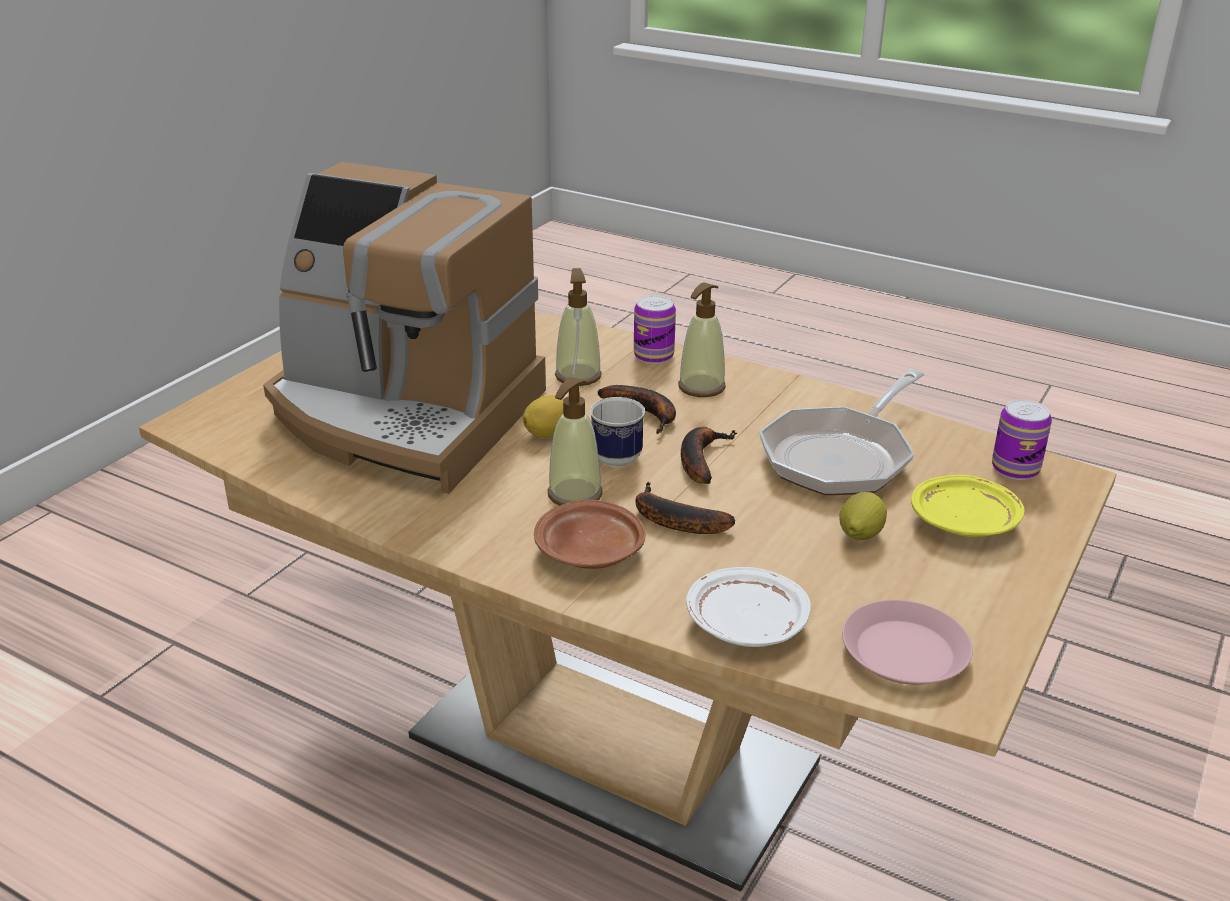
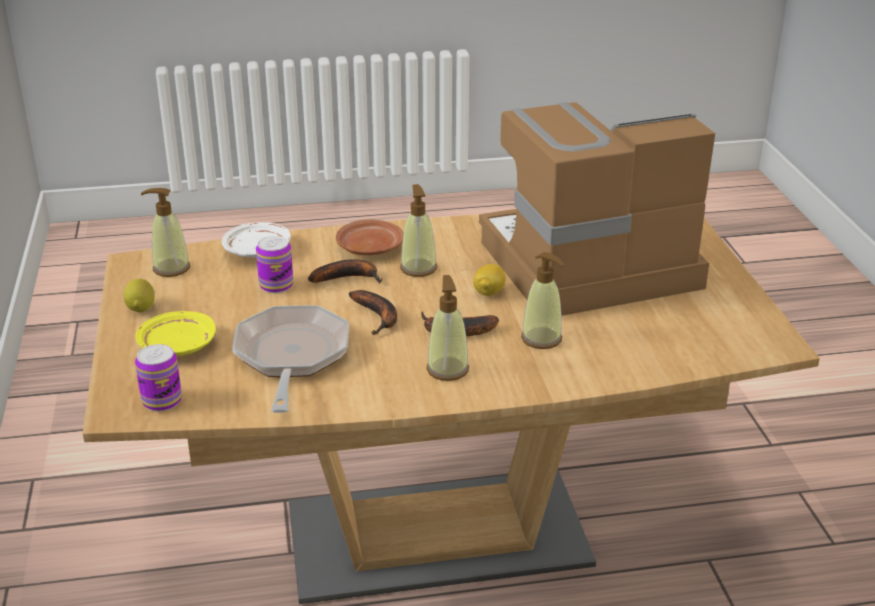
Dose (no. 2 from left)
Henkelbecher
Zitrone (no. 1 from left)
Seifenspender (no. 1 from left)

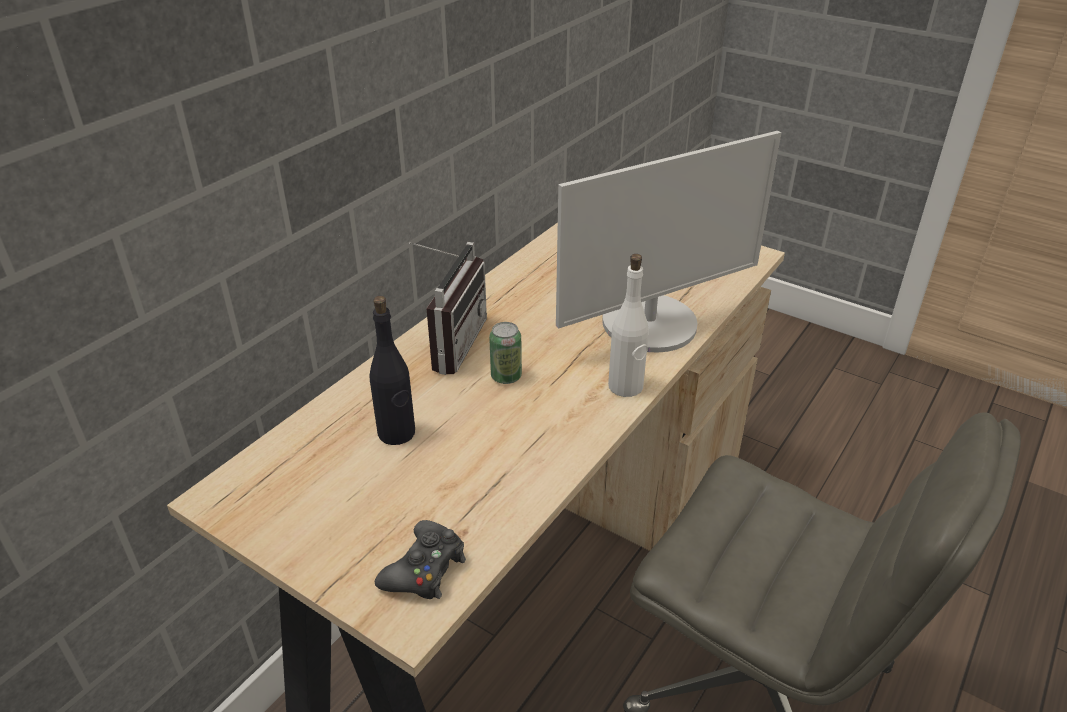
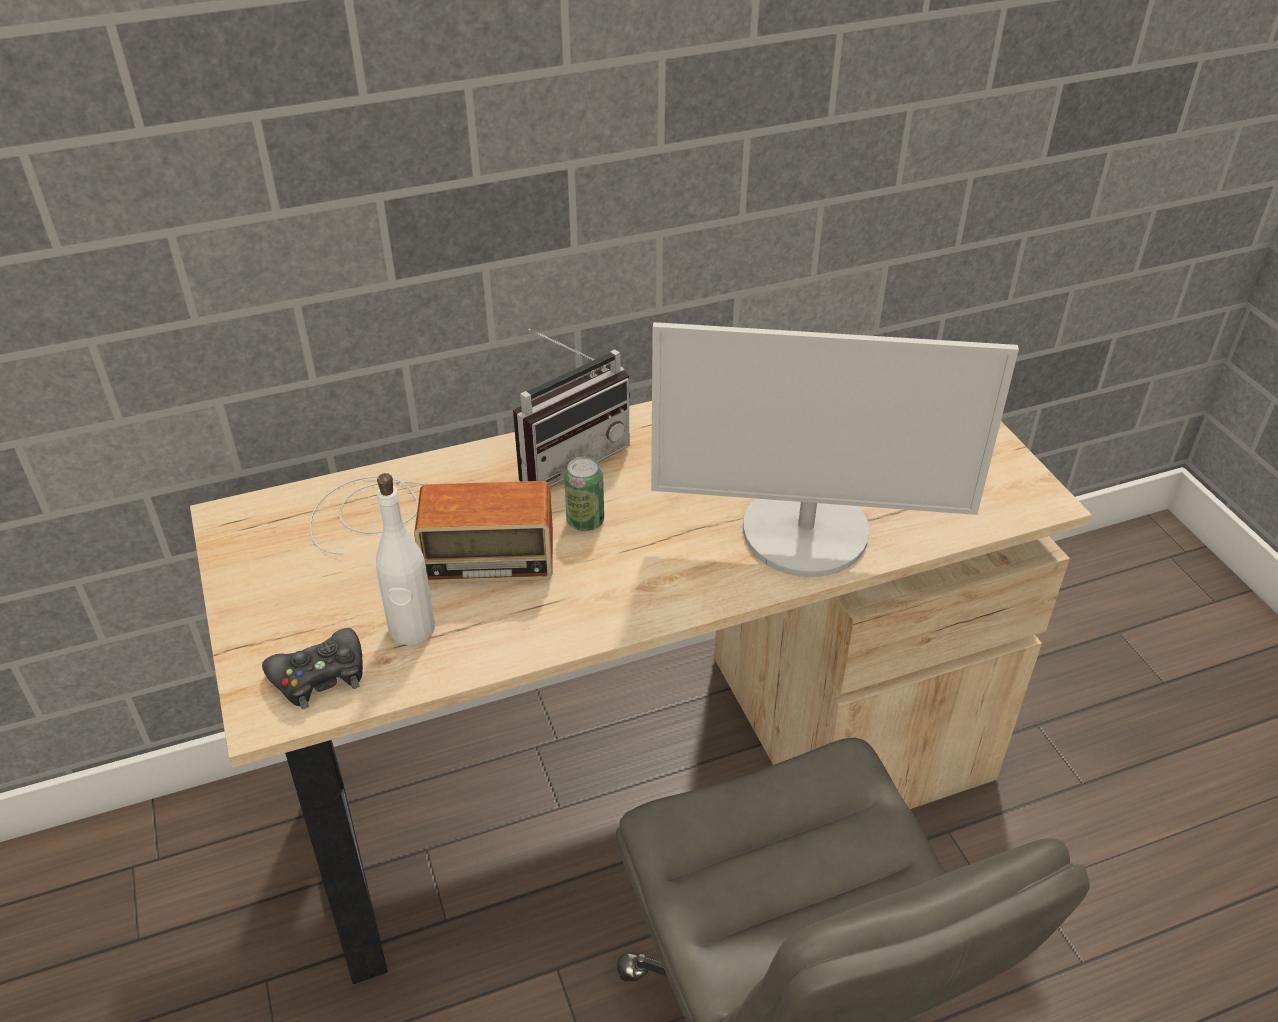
Flasche (weiß)
Radio (no. 1 from left)

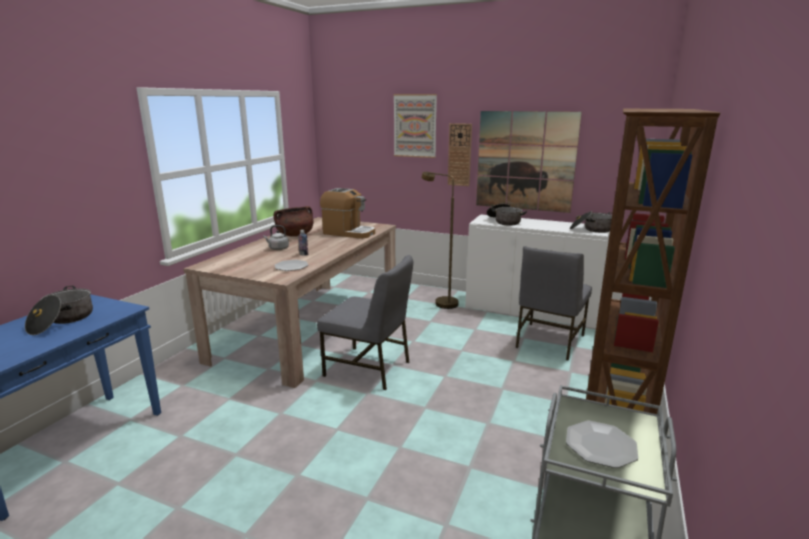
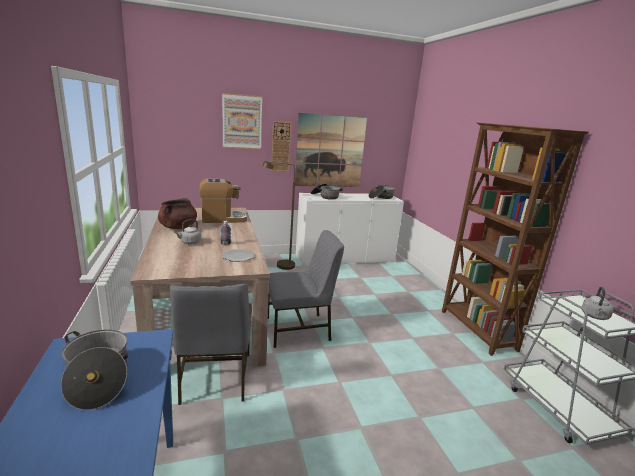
Stuhl (grau) (no. 1 from left)
Wasserkessel (grau) (no. 2 from left)

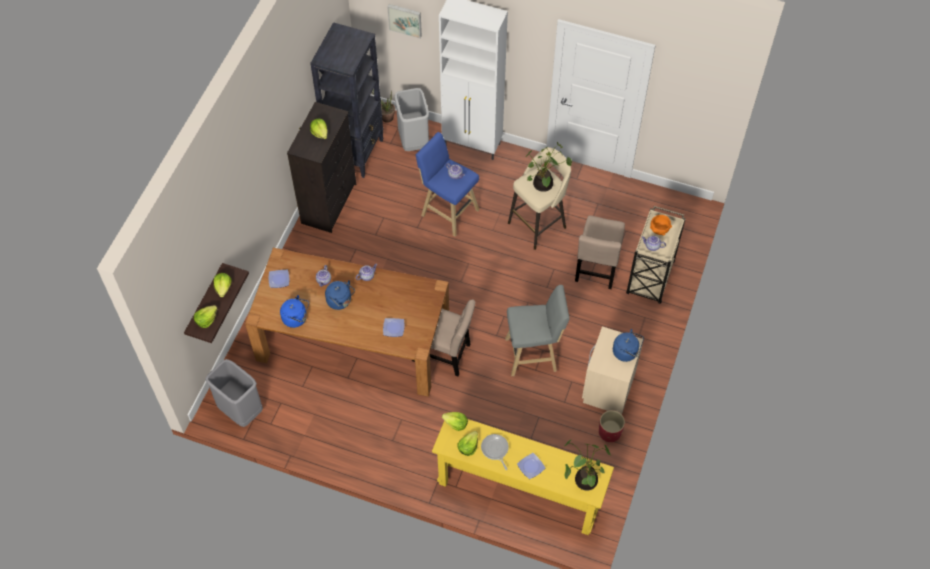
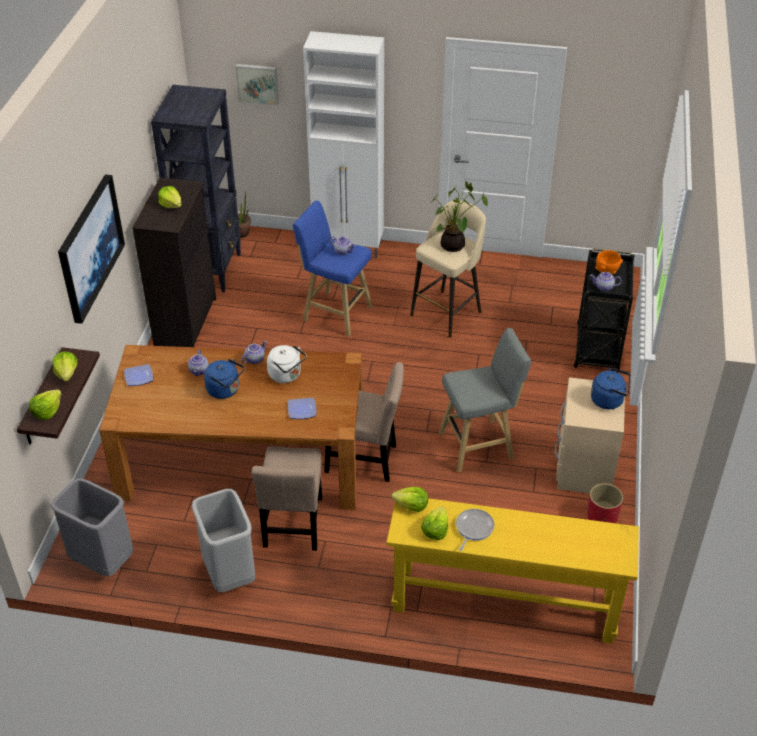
Mülleimer (grau) (no. 2 from left)
Rollwagen (schwarz)
Stuhl (beige) (no. 1 from left)
Wasserkessel (blau) (no. 1 from left in the first image)
Pfanne
Topfpflanze (no. 3 from left in the first image)
Teller (no. 3 from left in the first image)
Bild (no. 1 from left)
Wasserkessel (weiß)

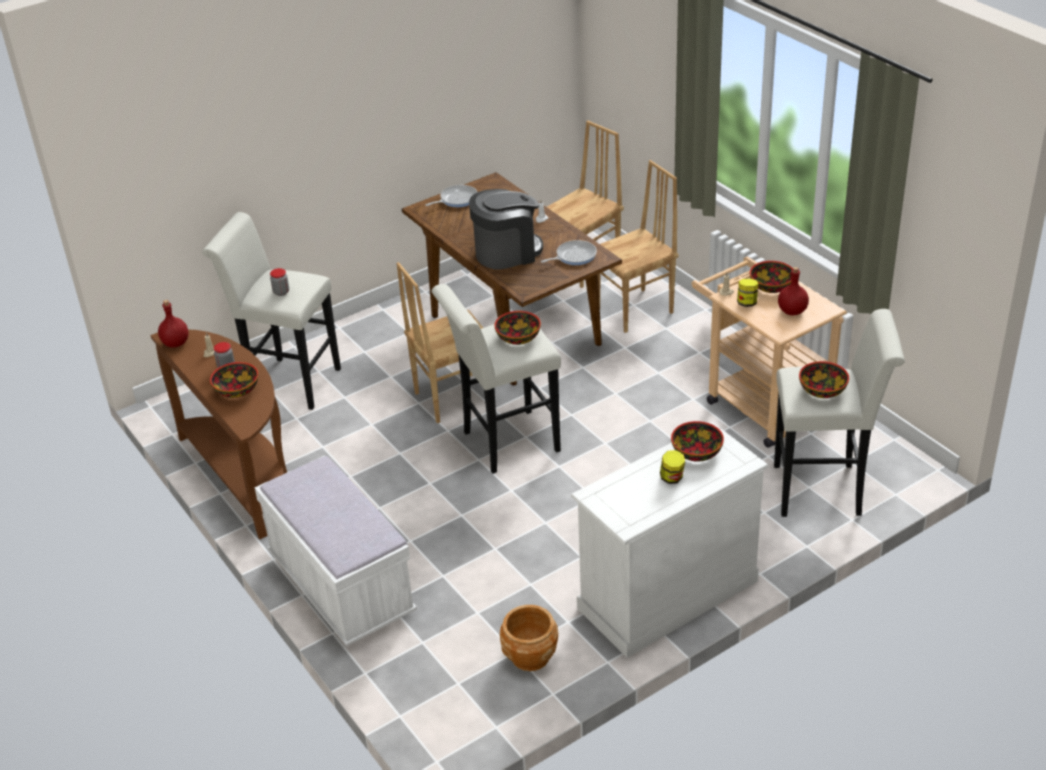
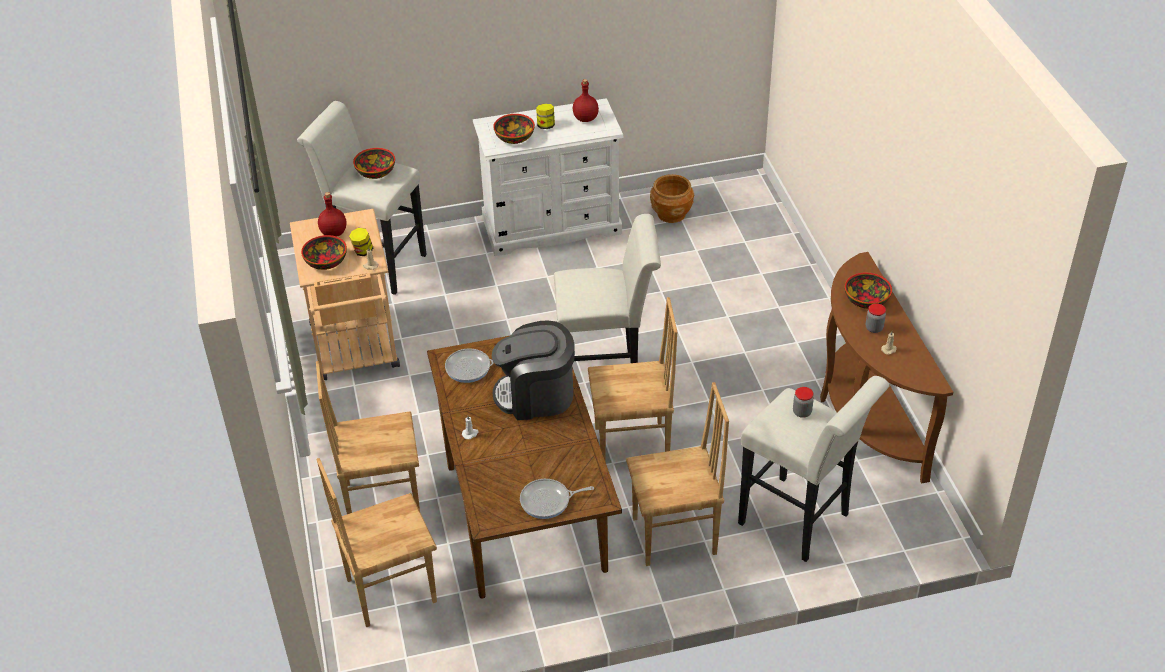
Flasche (rot) (no. 2 from left)
Schüssel (no. 2 from left in the first image)
Bank (weiß)
Stuhl (braun) (no. 4 from left)

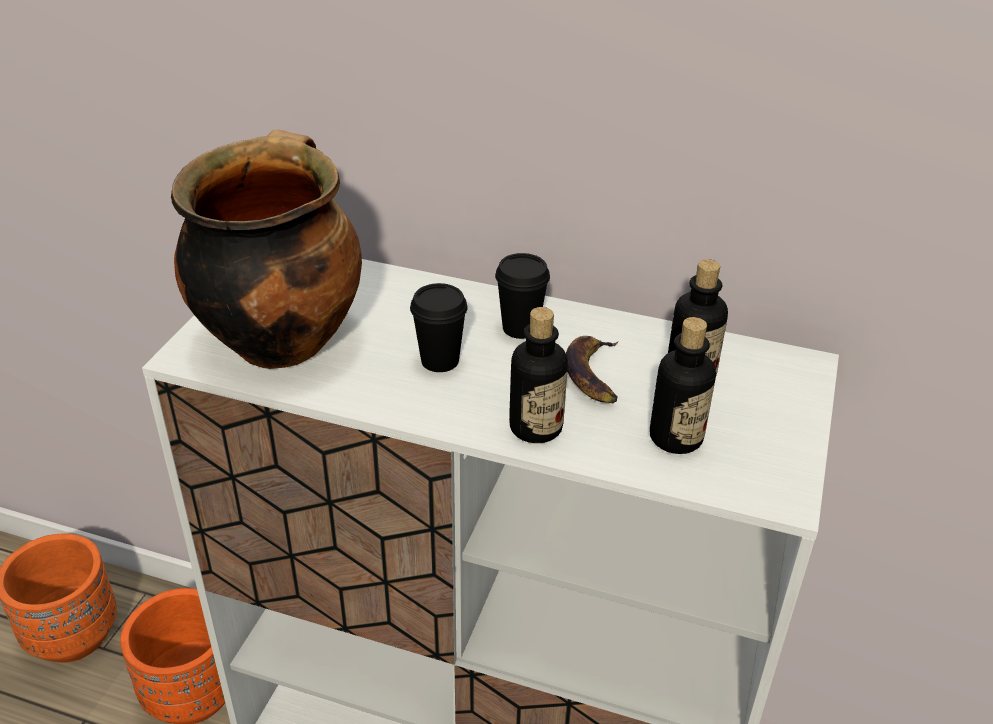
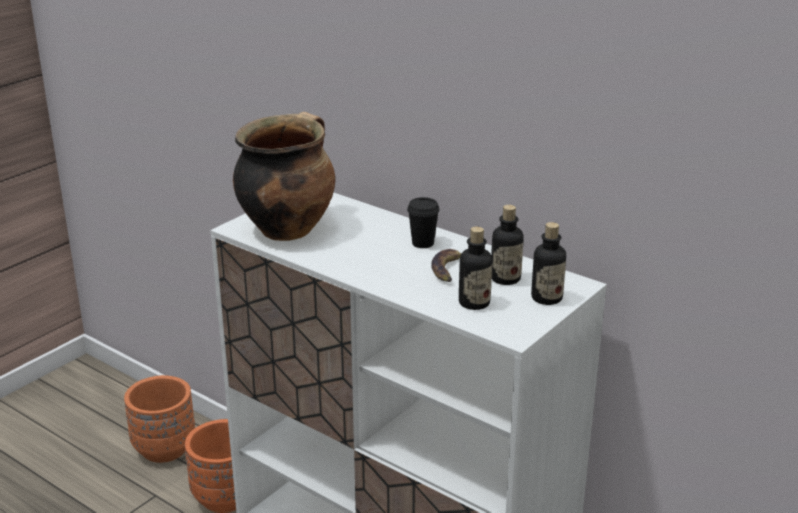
Tasse (schwarz) (no. 1 from left in the first image)
Flasche (no. 3 from left)

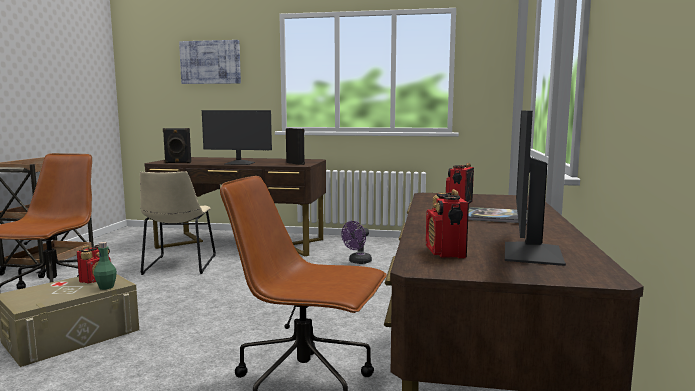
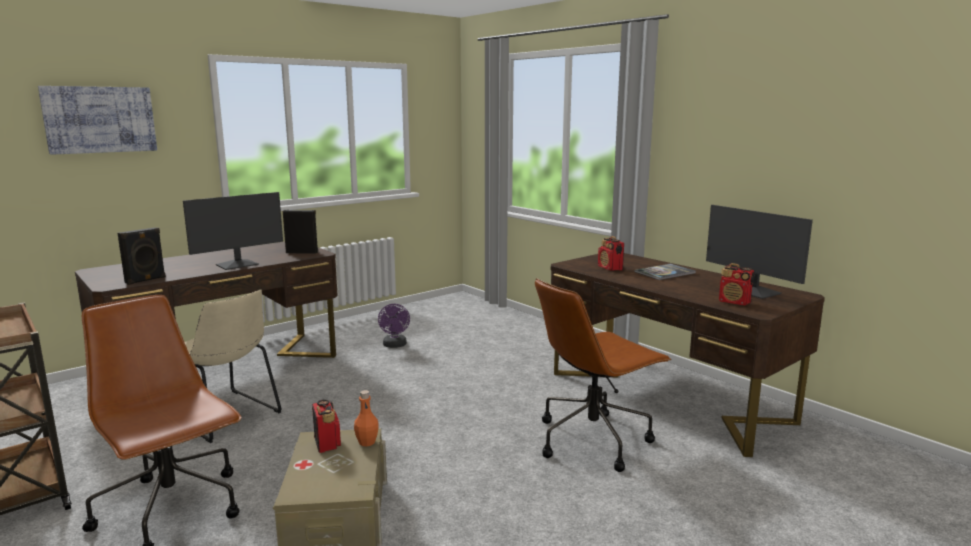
Flasche (orange)

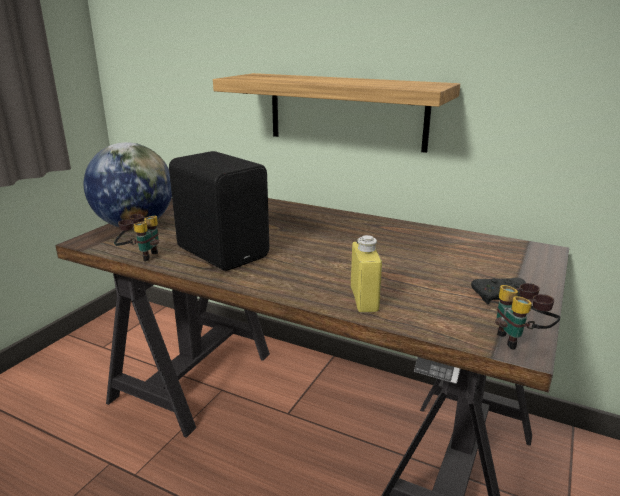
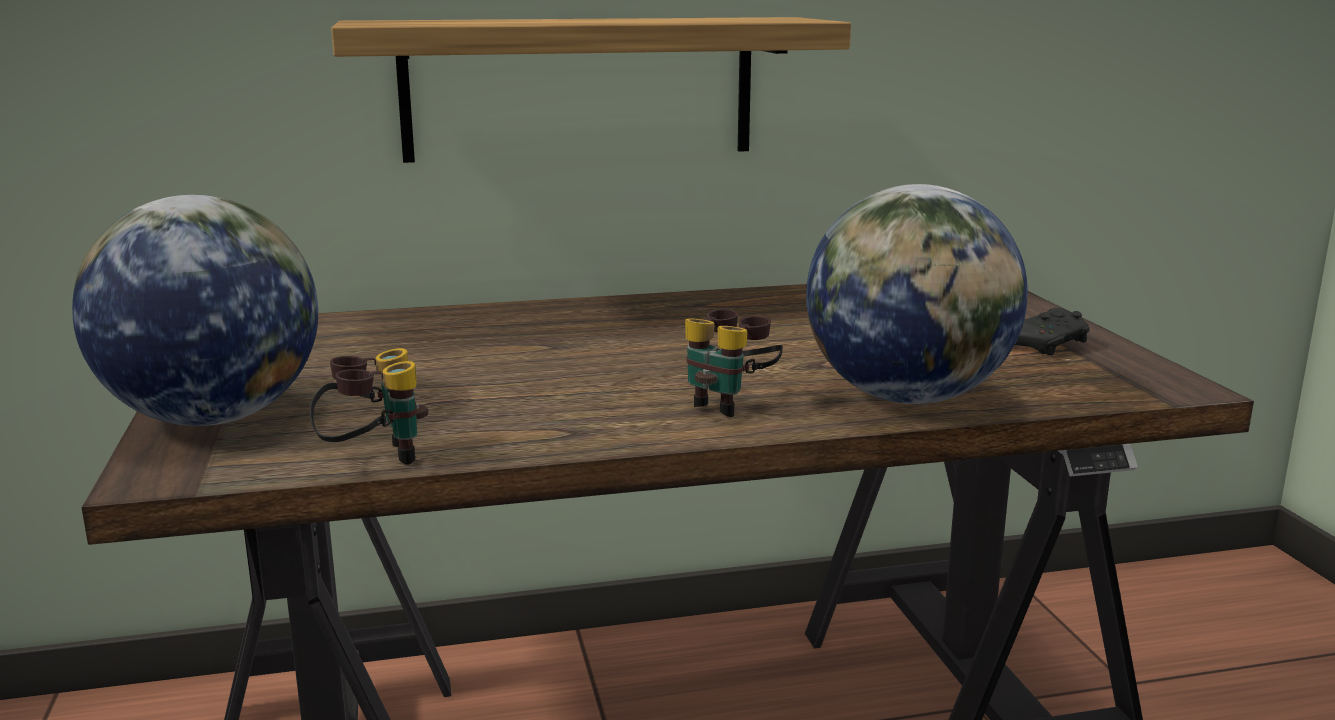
Lautsprecher (schwarz)
Globus (no. 2 from left)
Fernglas (no. 2 from left)

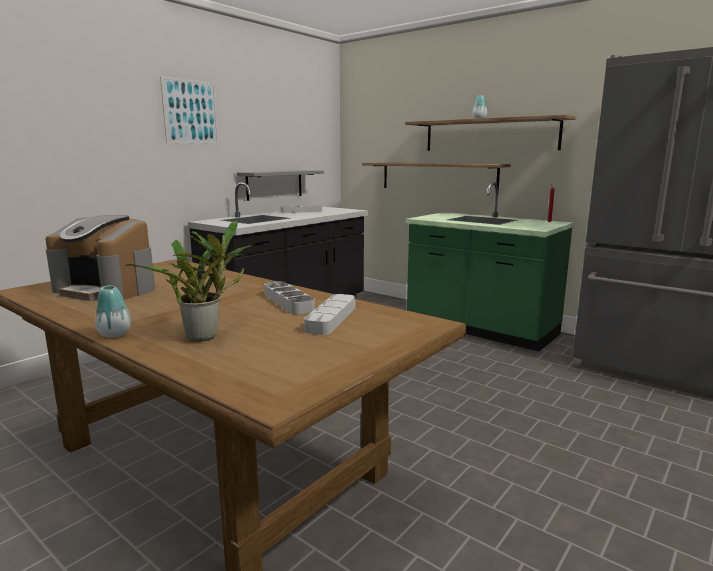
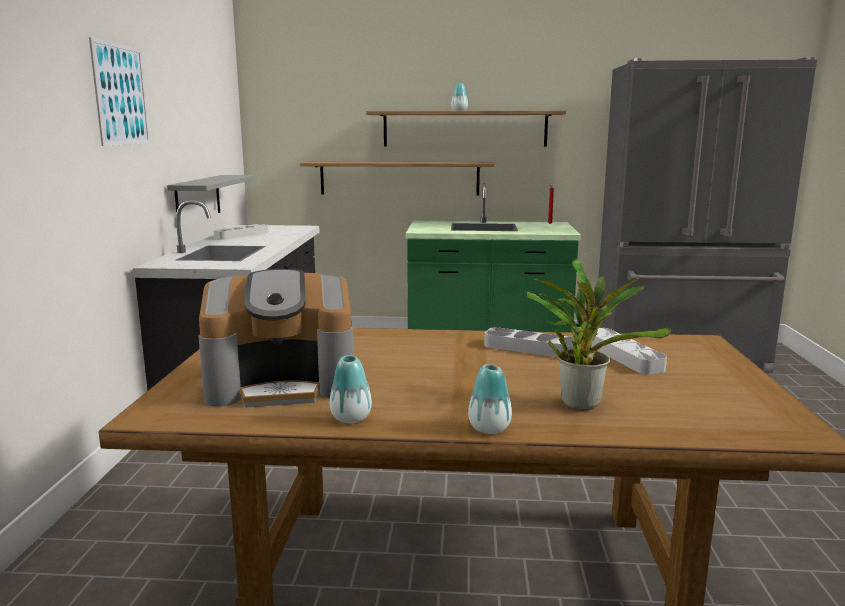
Vase (no. 1 from left)

